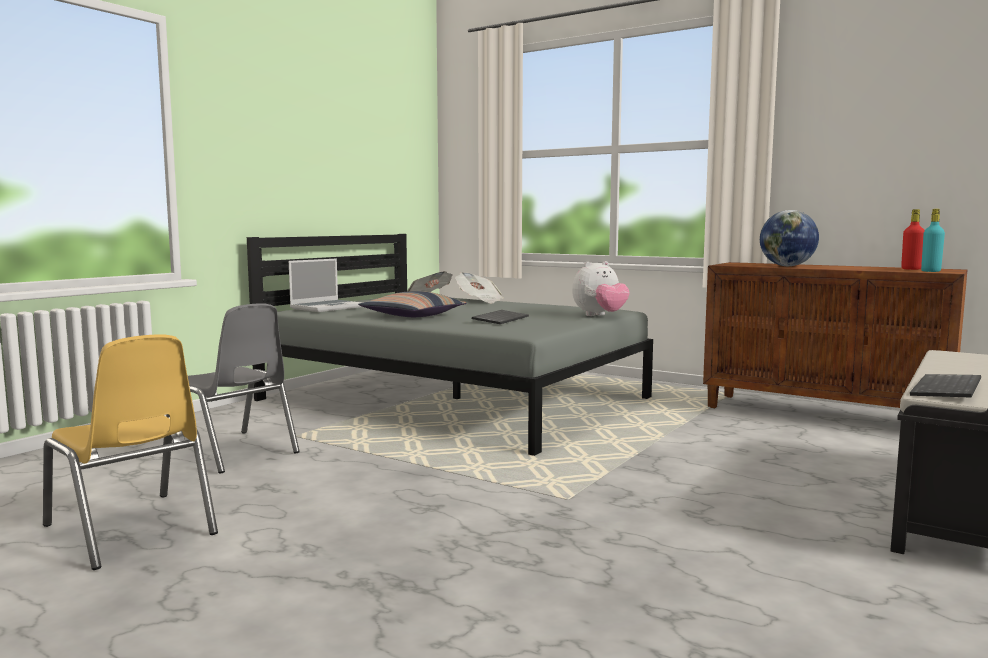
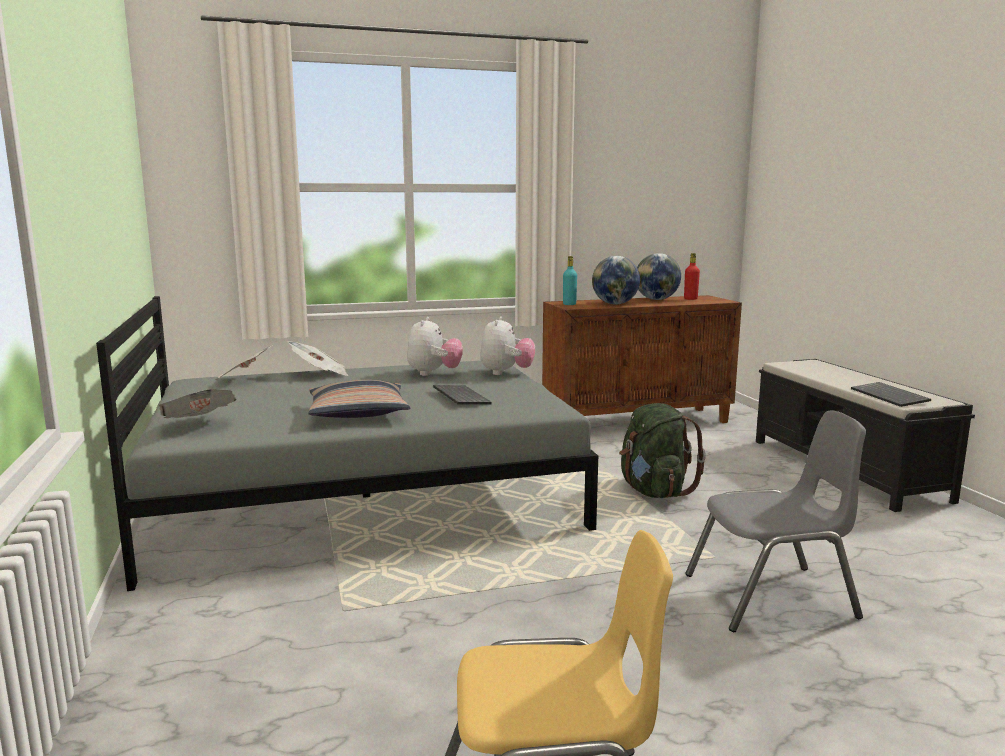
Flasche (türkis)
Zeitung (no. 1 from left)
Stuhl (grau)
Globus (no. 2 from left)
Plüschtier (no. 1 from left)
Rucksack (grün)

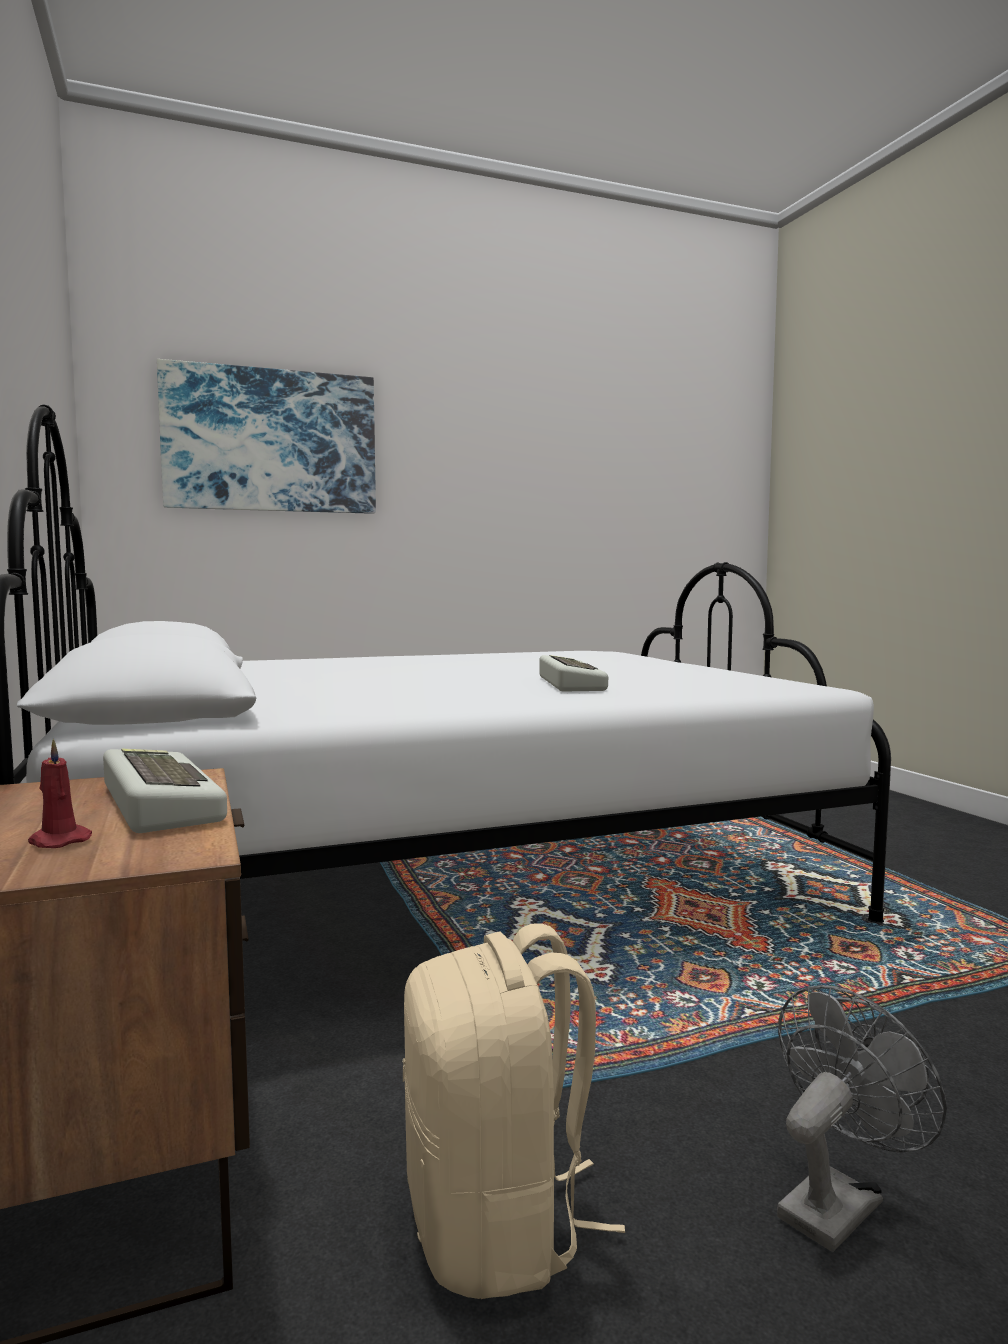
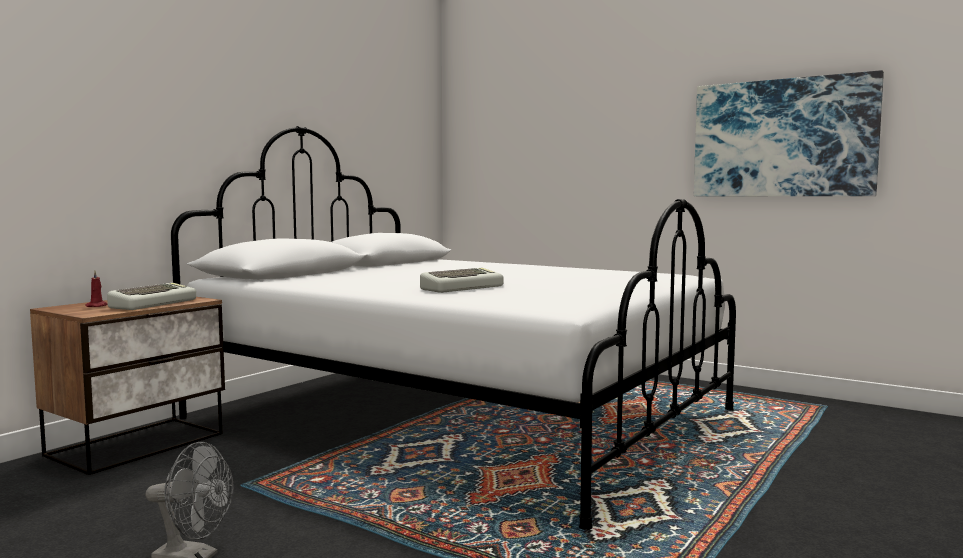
Bild
Rucksack (beige)

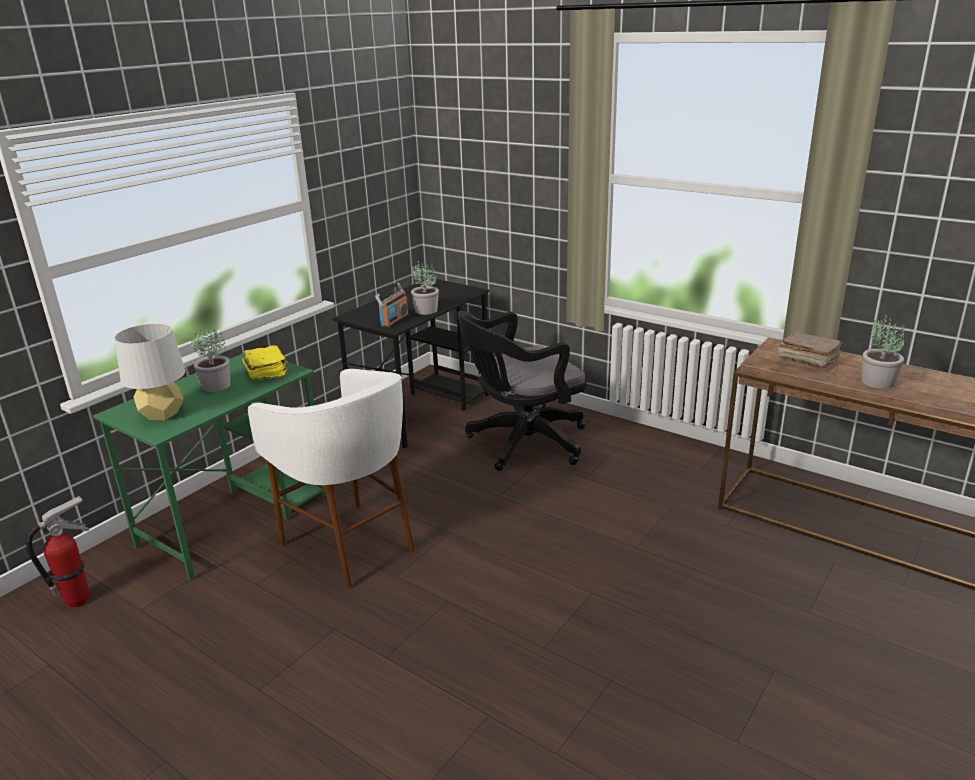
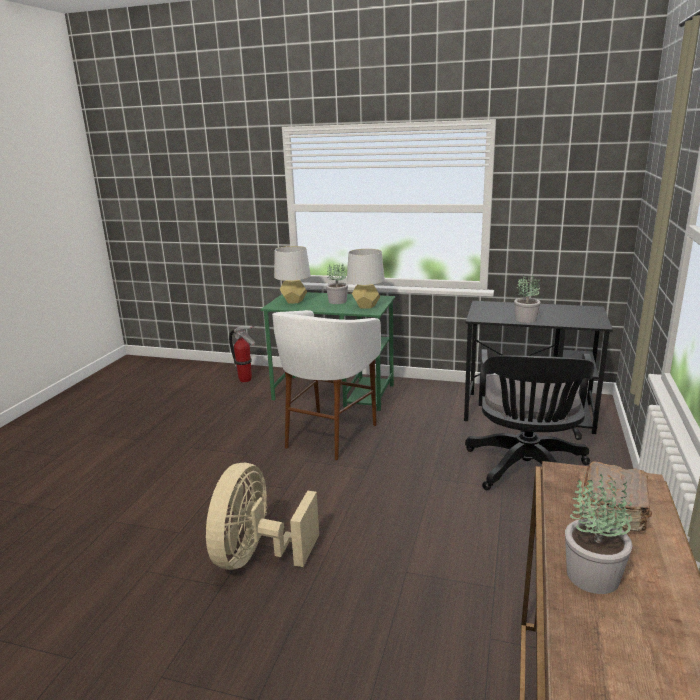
Radio
Bürostuhl (schwarz)
Tischlampe (grau) (no. 2 from left)
Ventilator (beige)

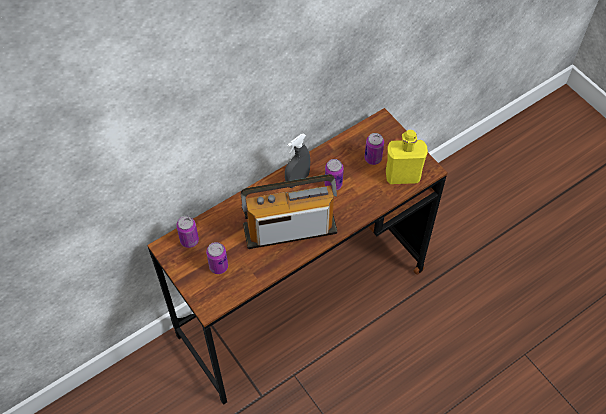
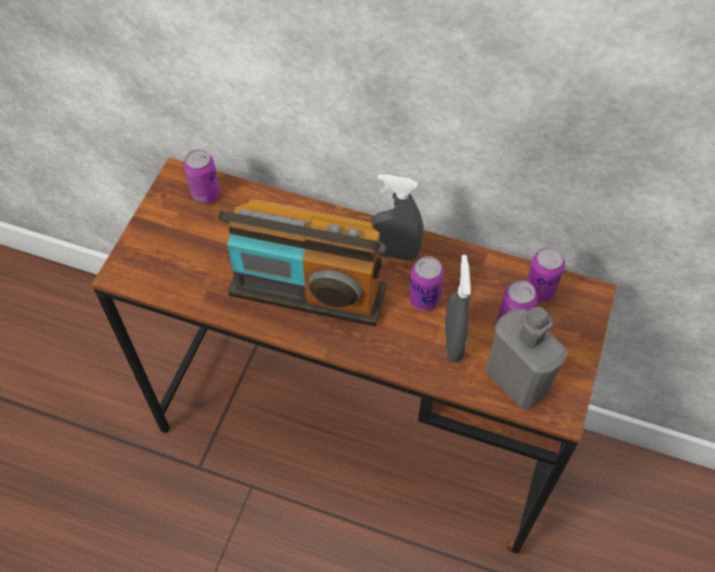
Flasche (grau)
Radio
Dose (no. 4 from left)
Sprühflasche (grau) (no. 2 from left)

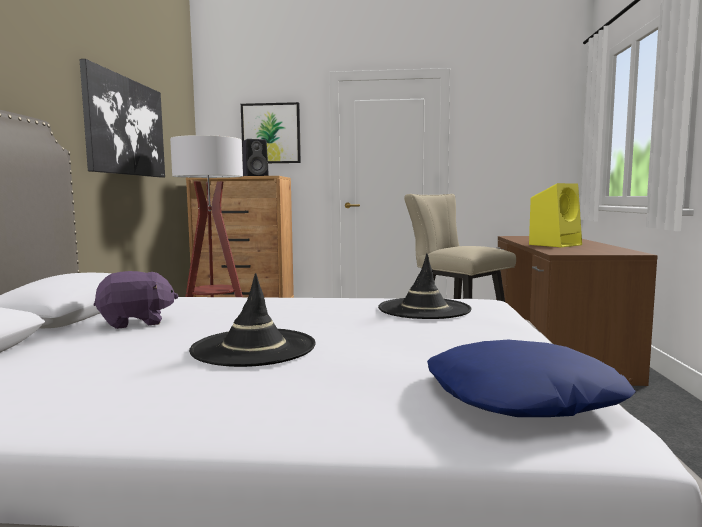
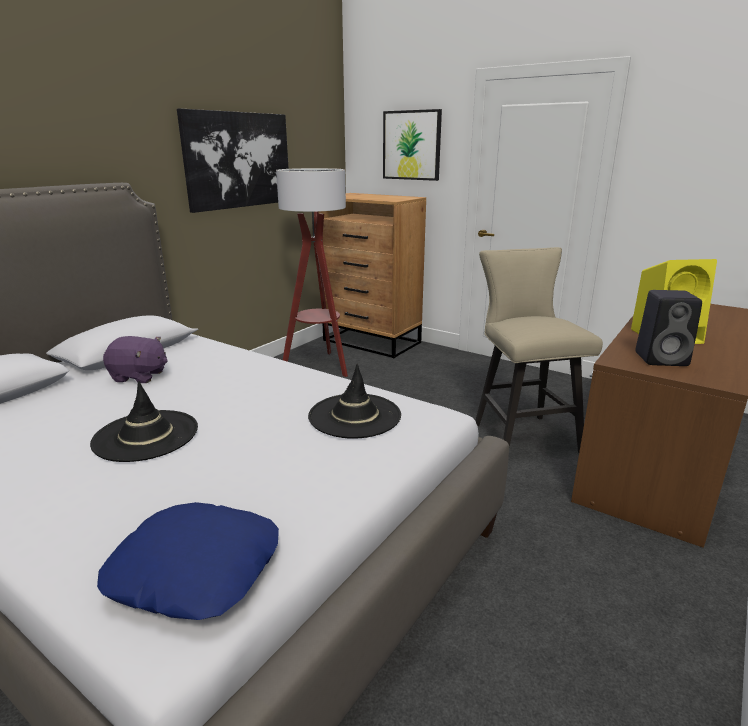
Lautsprecher (schwarz)

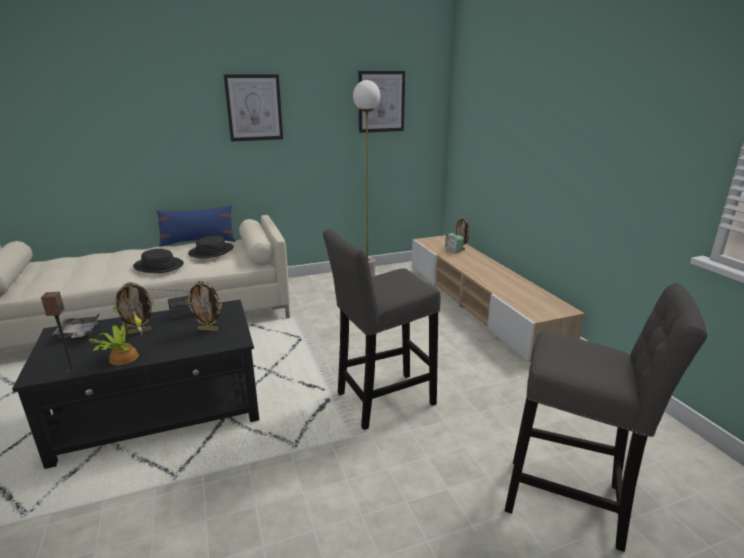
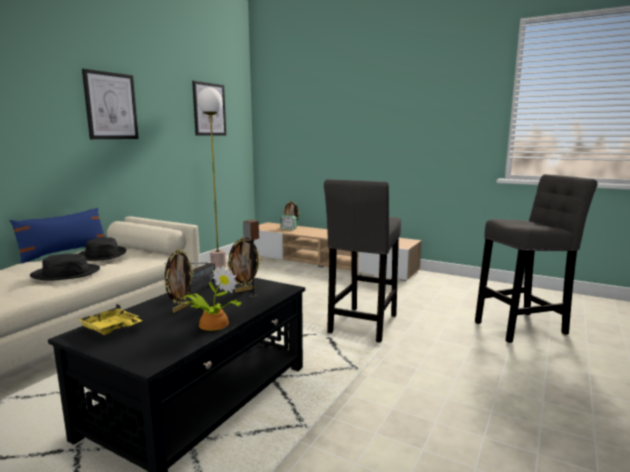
Lautsprecher
Tablett (gelb)

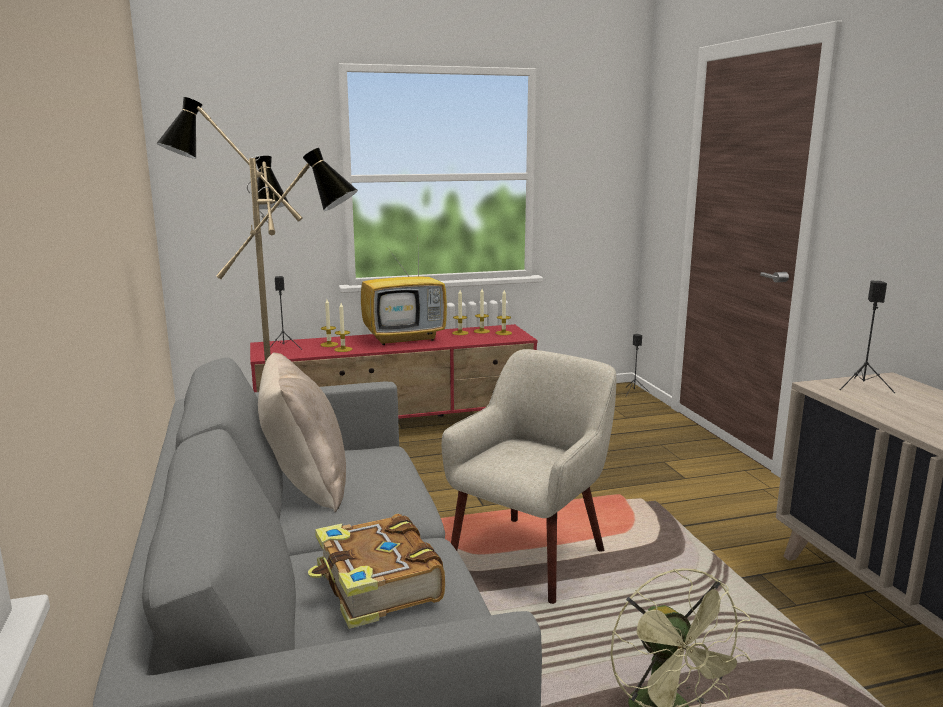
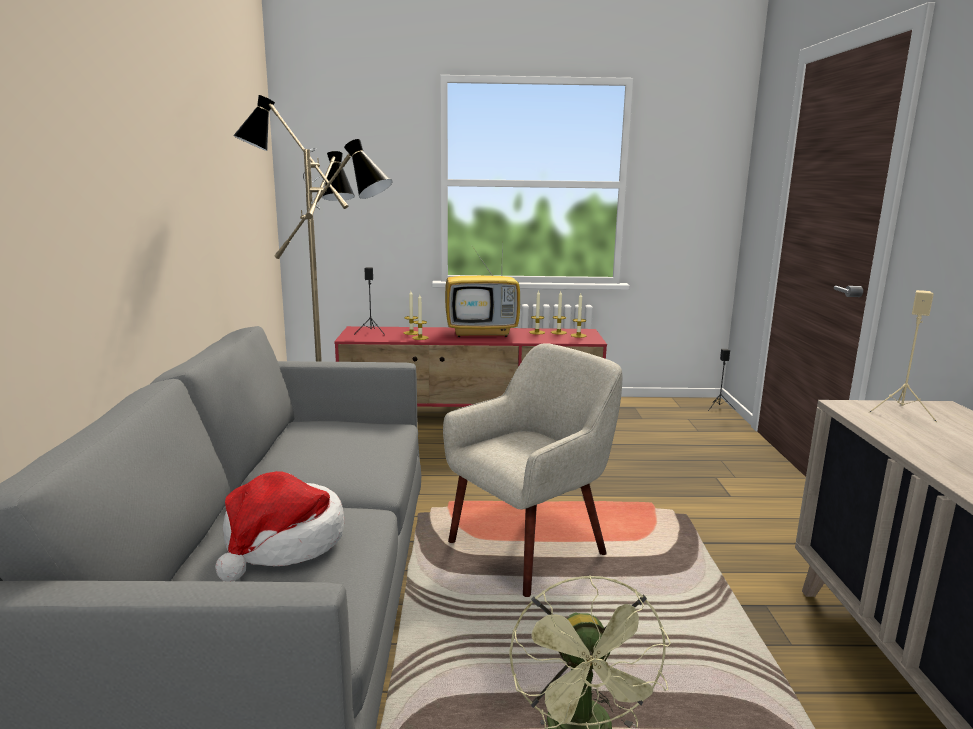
Lautsprecher (beige)
Kissen (beige)
Hut

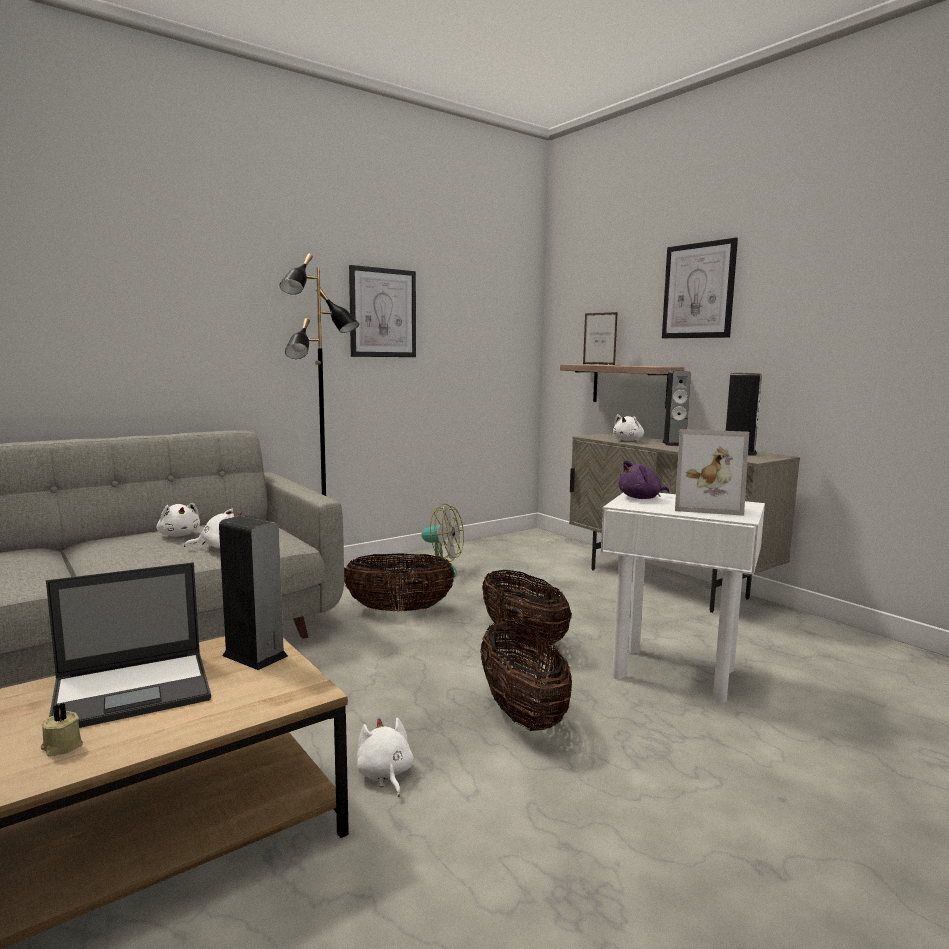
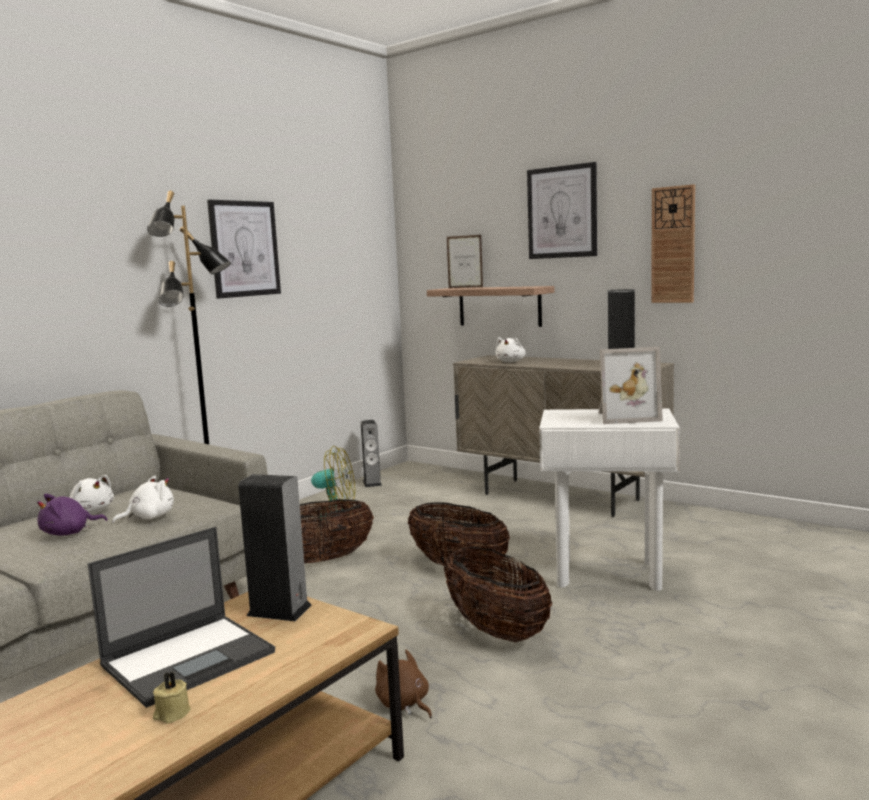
Lautsprecher (no. 2 from left)
Plüschtier (lila)
Plüschtier (braun)
Wanduhr

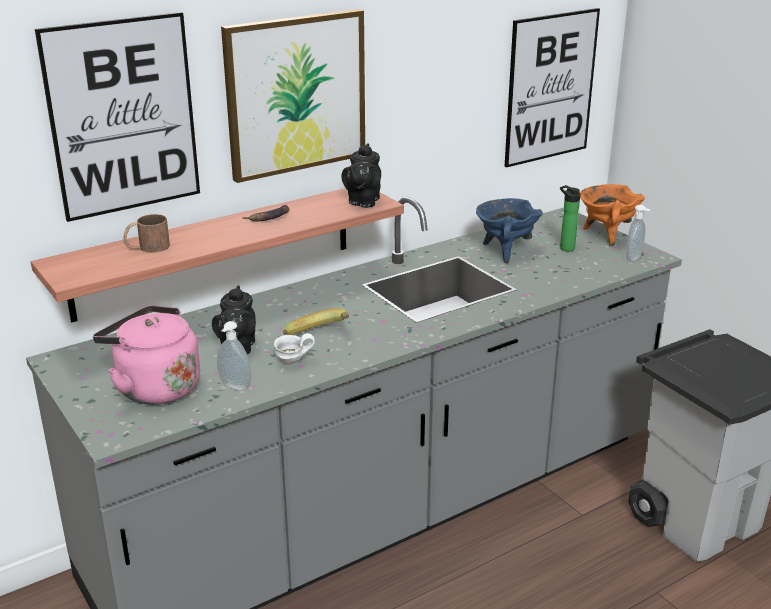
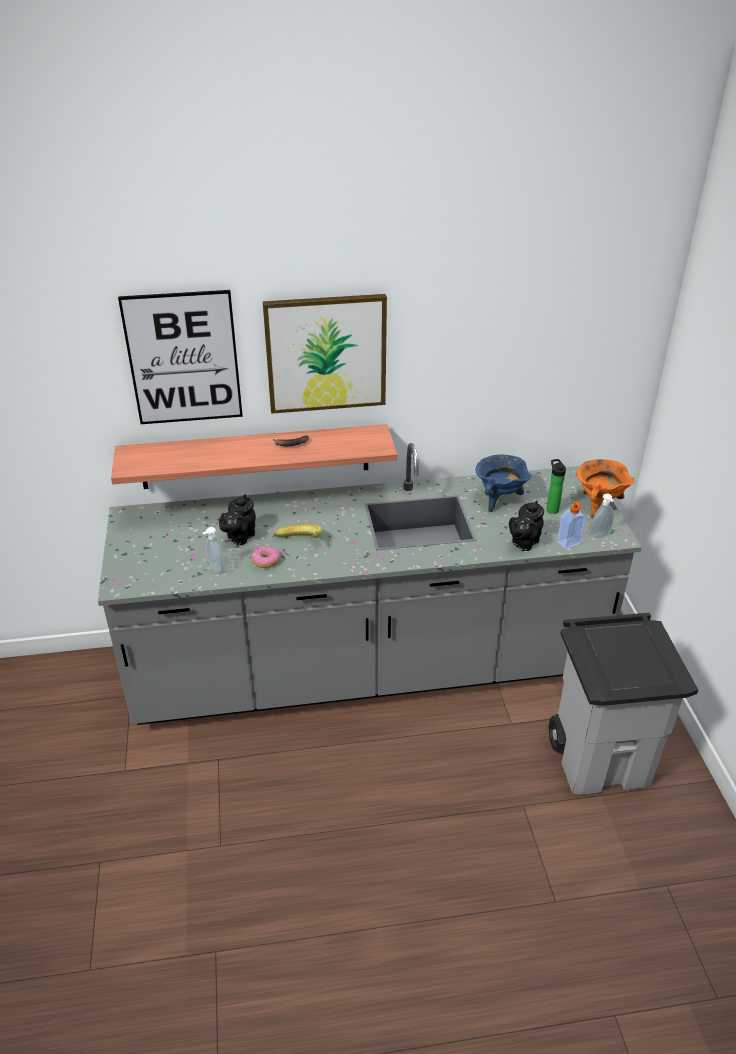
Bild (no. 3 from left in the first image)
Teekanne (schwarz) (no. 2 from left)
Henkelbecher (braun)
Wasserkessel (rosa)
Donut
Seifenspender (no. 2 from left)

